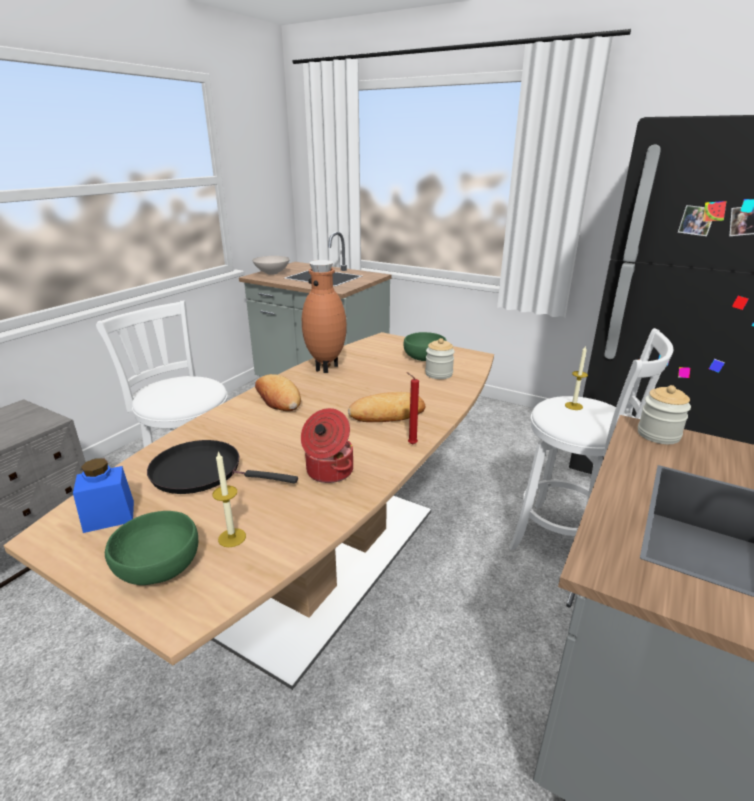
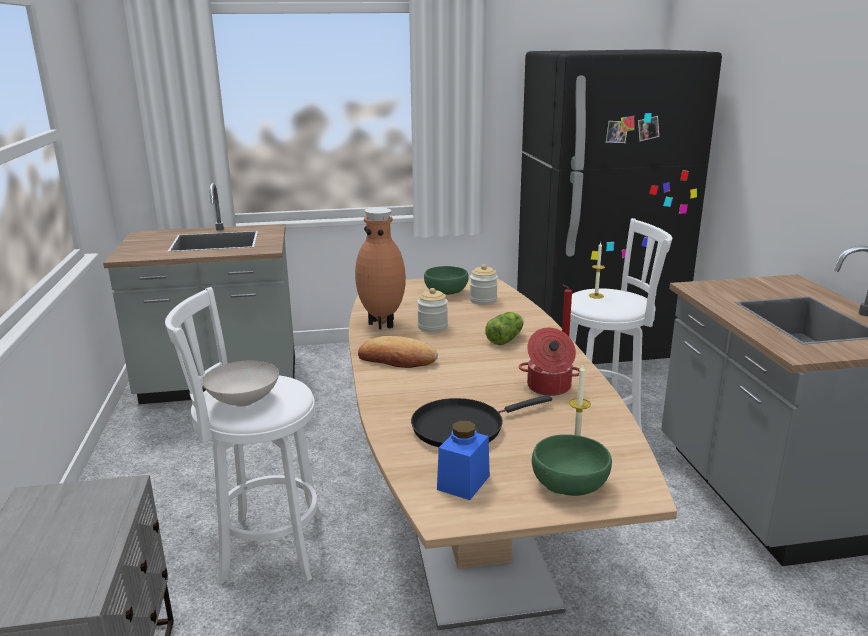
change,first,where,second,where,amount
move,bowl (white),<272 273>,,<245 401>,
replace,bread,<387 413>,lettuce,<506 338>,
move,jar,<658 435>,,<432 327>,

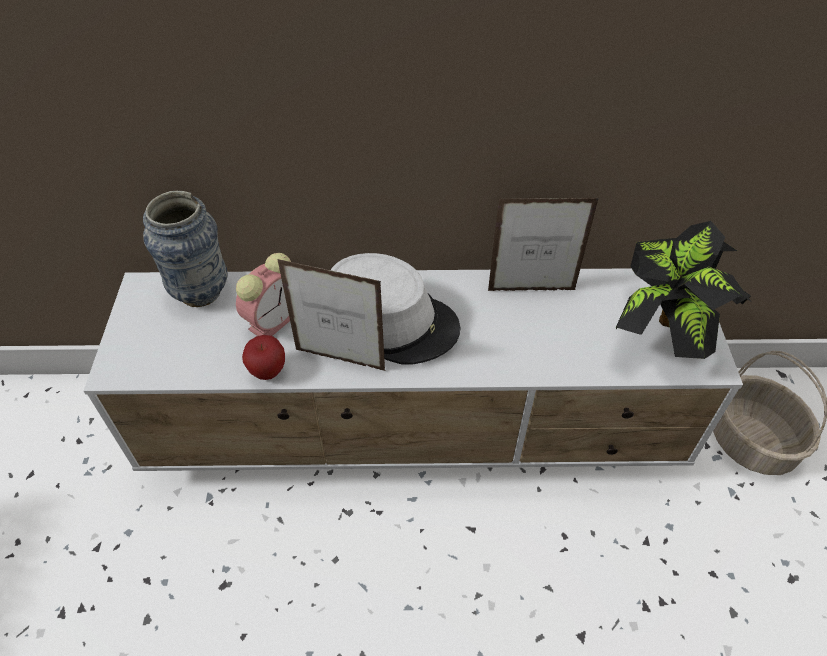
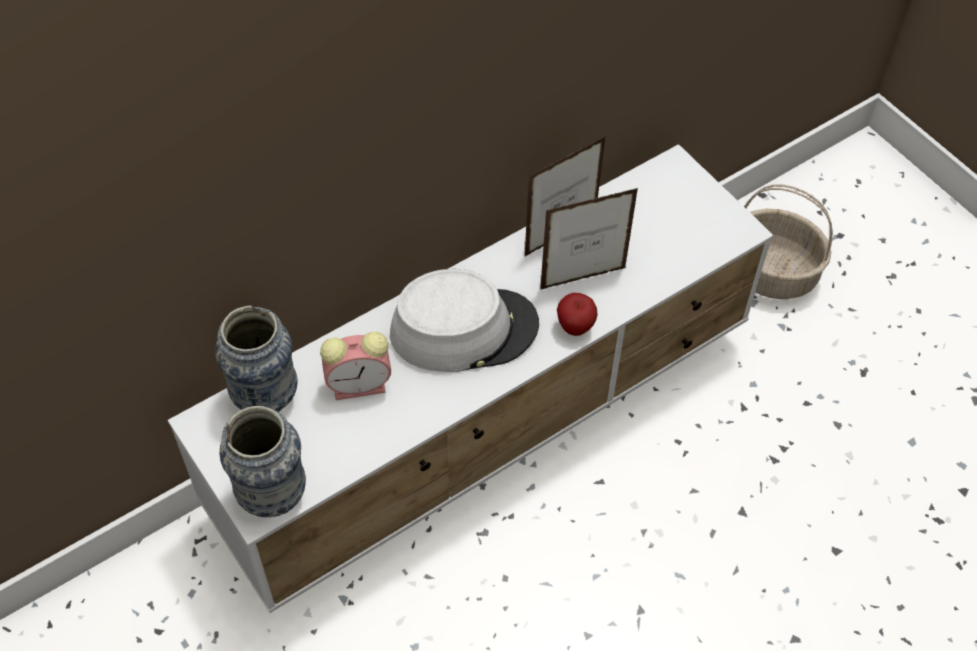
change,first,where,second,where,amount
rotate,alarm clock,<275 319>,,<361 384>,75 degrees clockwise
move,apple,<268 371>,,<575 327>,
move,picture frame,<340 360>,,<583 278>,
delete,potted plant,<660 332>,,,
insert,,,vase,<272 496>,

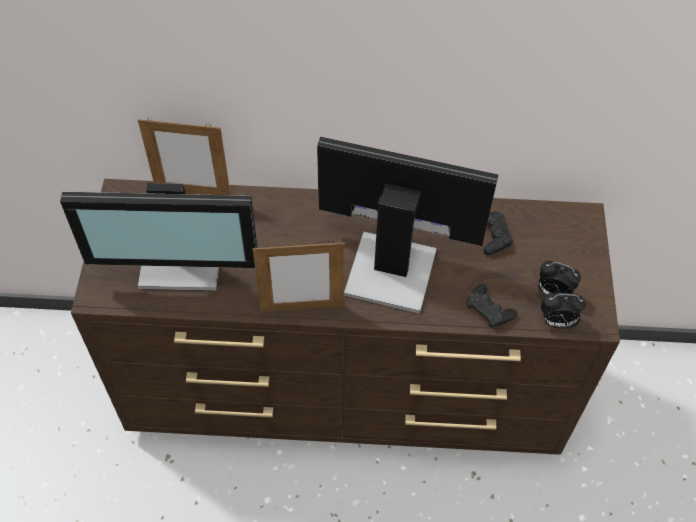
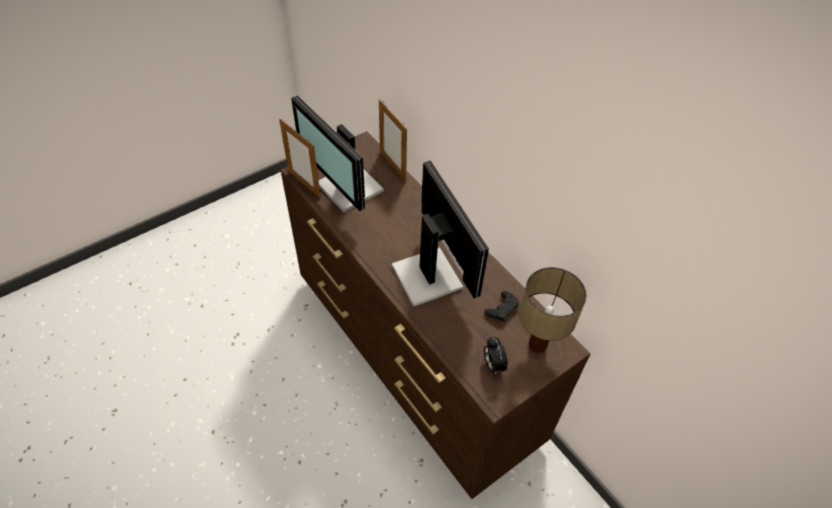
change,first,where,second,where,amount
move,picture frame,<302 308>,,<304 184>,
delete,game controller (black),<489 309>,,,
delete,alarm clock,<556 322>,,,
insert,,,table lamp,<536 345>,

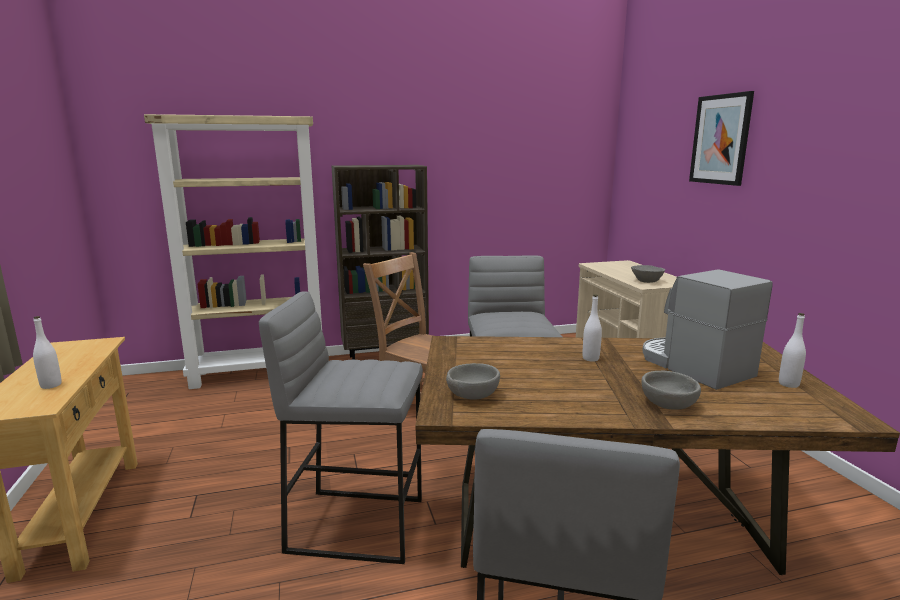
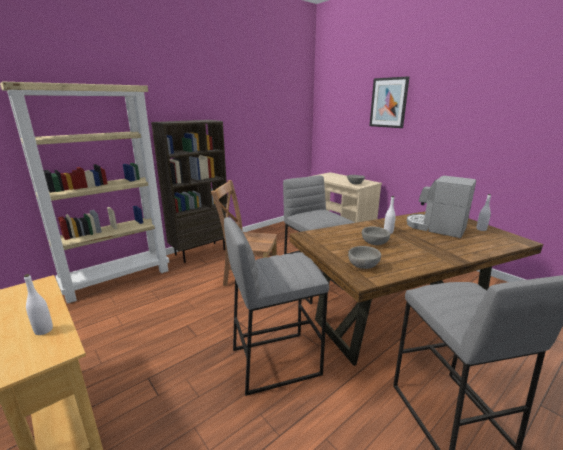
change,first,where,second,where,amount
move,bowl (grey),<667 404>,,<374 243>,

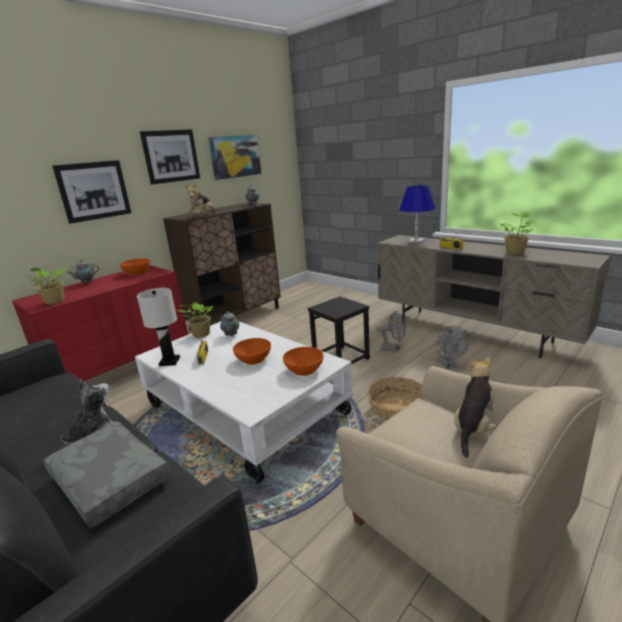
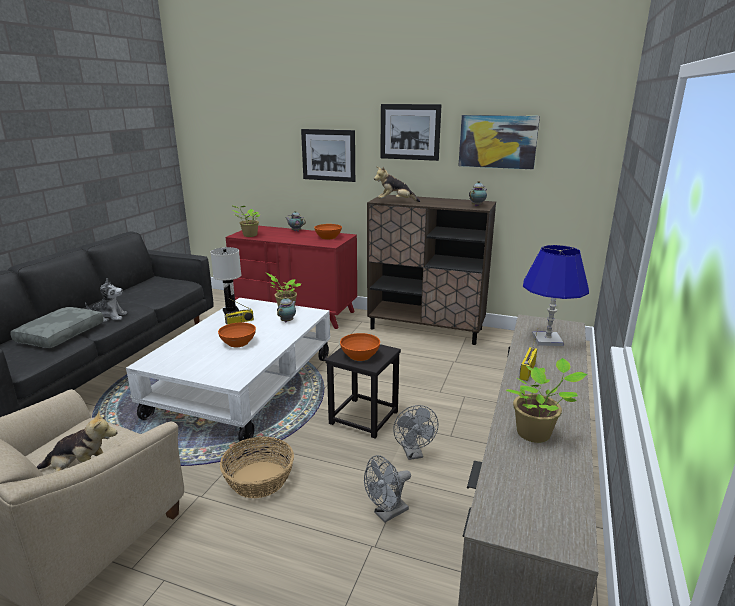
change,first,where,second,where,amount
move,bowl (orange),<303 370>,,<360 355>,

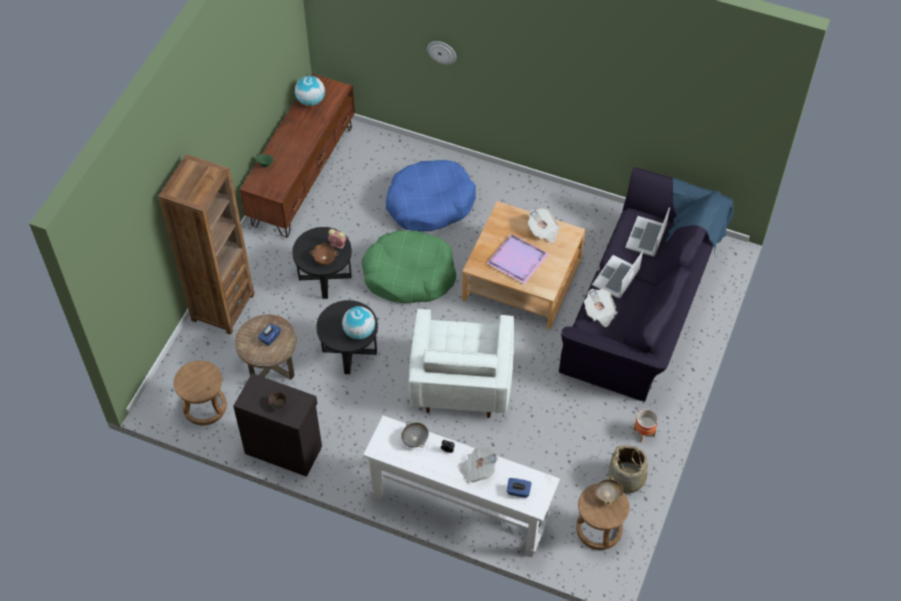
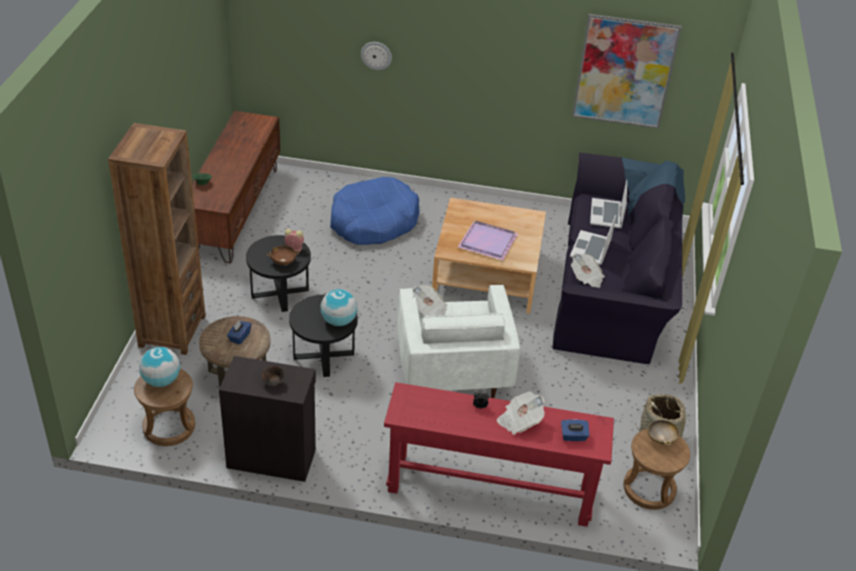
change,first,where,second,where,amount
move,globe,<311 101>,,<161 381>,
delete,dog bed (green),<409 274>,,,
recolor,console table (white),<460 507>,console table (red),<490 488>,
delete,bowl (grey),<415 439>,,,
move,newspaper,<543 231>,,<429 310>,
delete,planter,<644 433>,,,
insert,,,picture,<624 72>,

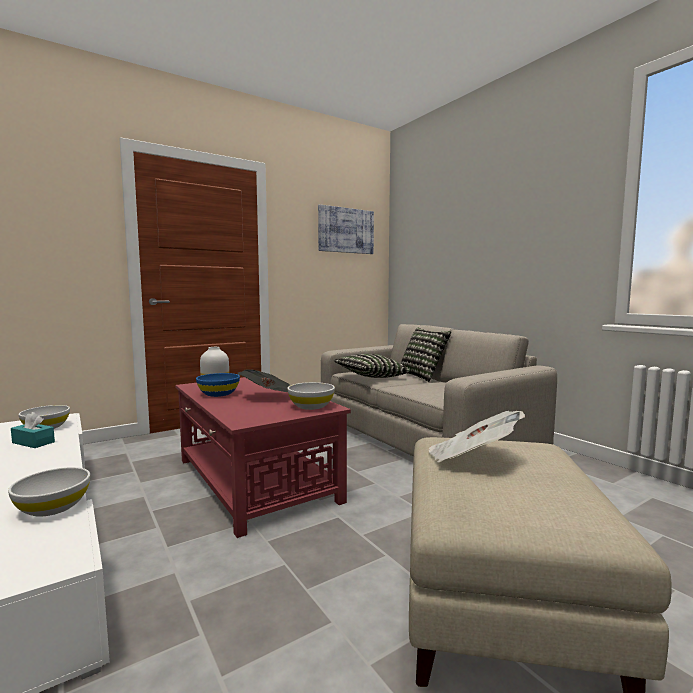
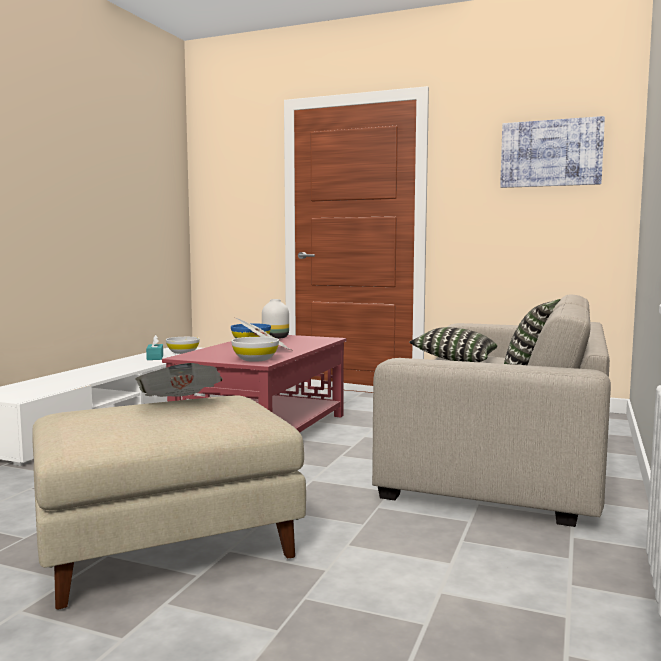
change,first,where,second,where,amount
delete,bowl (white),<53 507>,,,

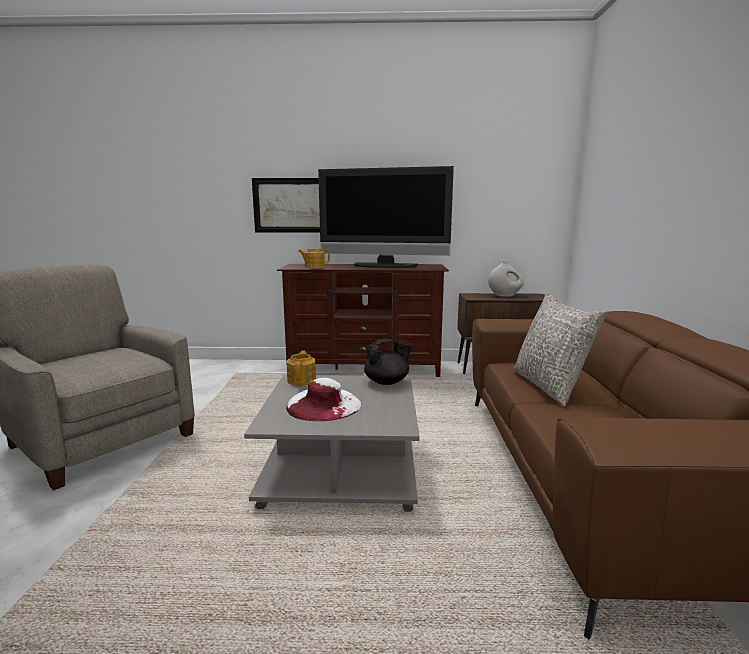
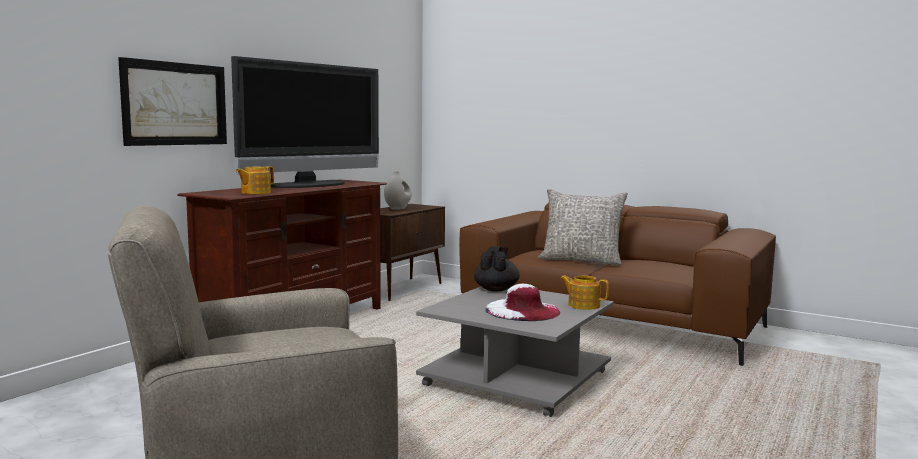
change,first,where,second,where,amount
move,teapot,<302 380>,,<583 305>,

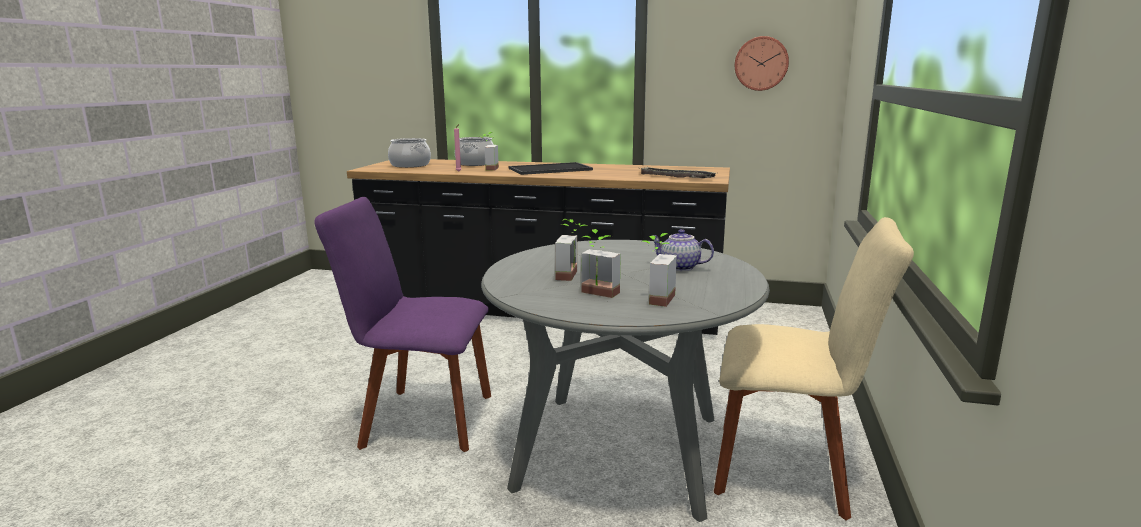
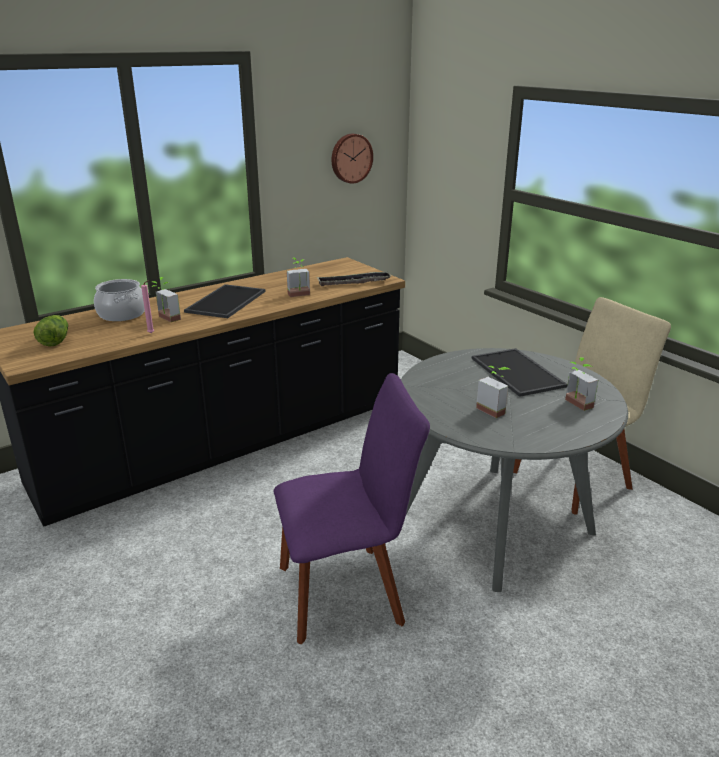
change,first,where,second,where,amount
rotate,chair (purple),<421 419>,,<347 592>,150 degrees counterclockwise
replace,cooking pot,<410 165>,lettuce,<55 340>,
move,potted plant,<597 294>,,<300 295>,
replace,teapot,<679 267>,tray,<519 372>,

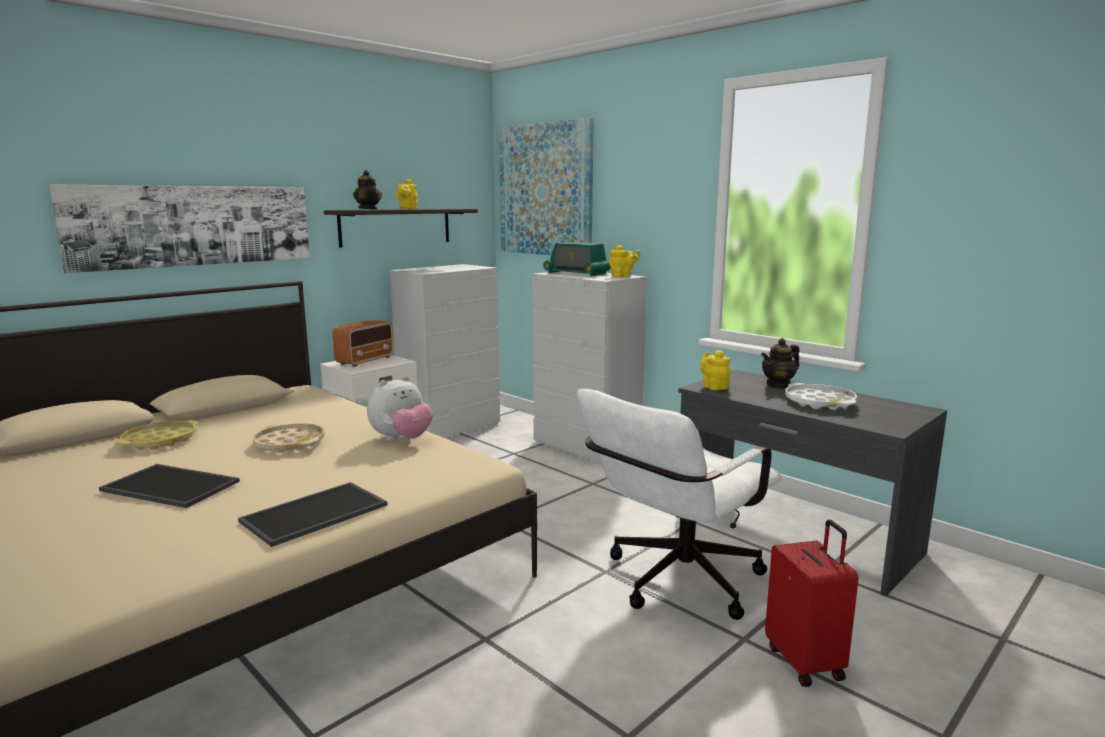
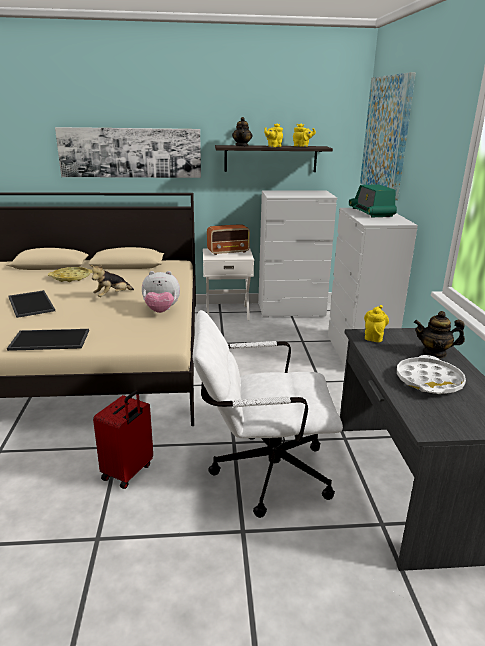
change,first,where,second,where,amount
replace,tray (beige),<290 443>,plush toy,<112 296>,
move,teapot (yellow),<622 276>,,<302 146>,
move,suitcase (red),<806 662>,,<128 472>,

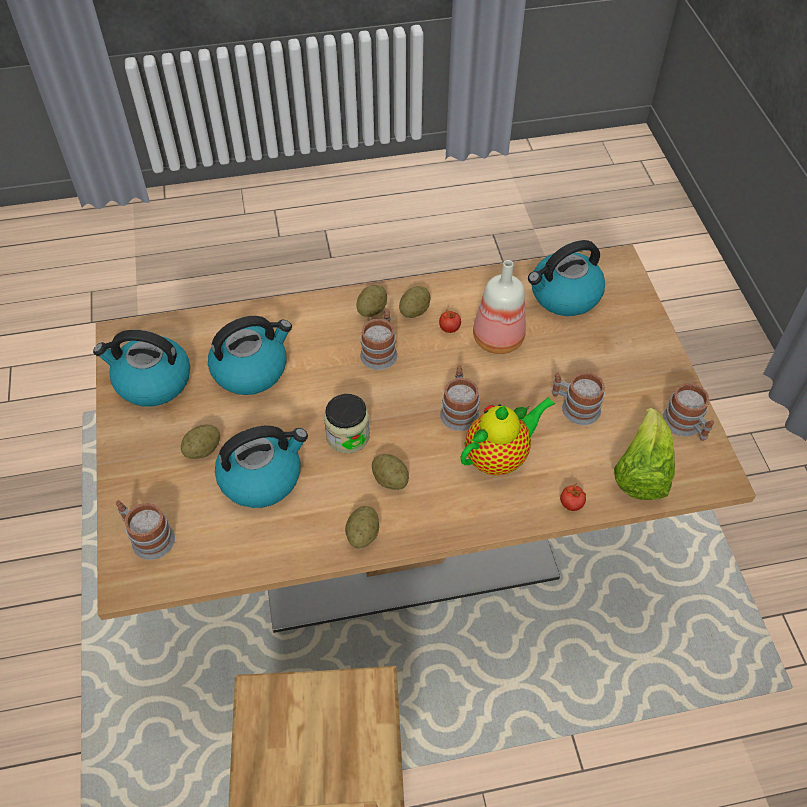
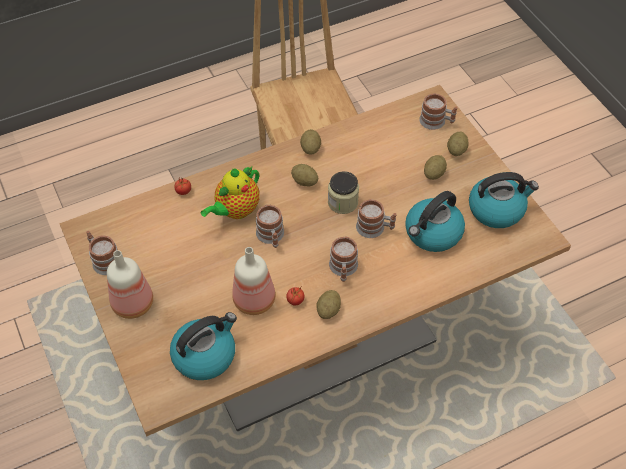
change,first,where,second,where,amount
delete,kettle,<262 477>,,,
move,potato,<372 310>,,<456 150>,
move,mug,<574 407>,,<375 228>,
delete,lettuce,<641 472>,,,
insert,,,bottle,<134 303>,

